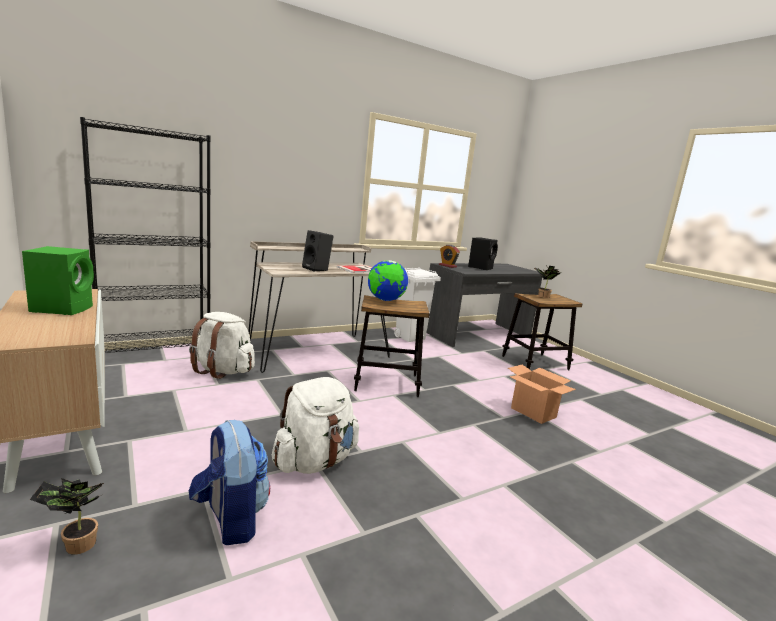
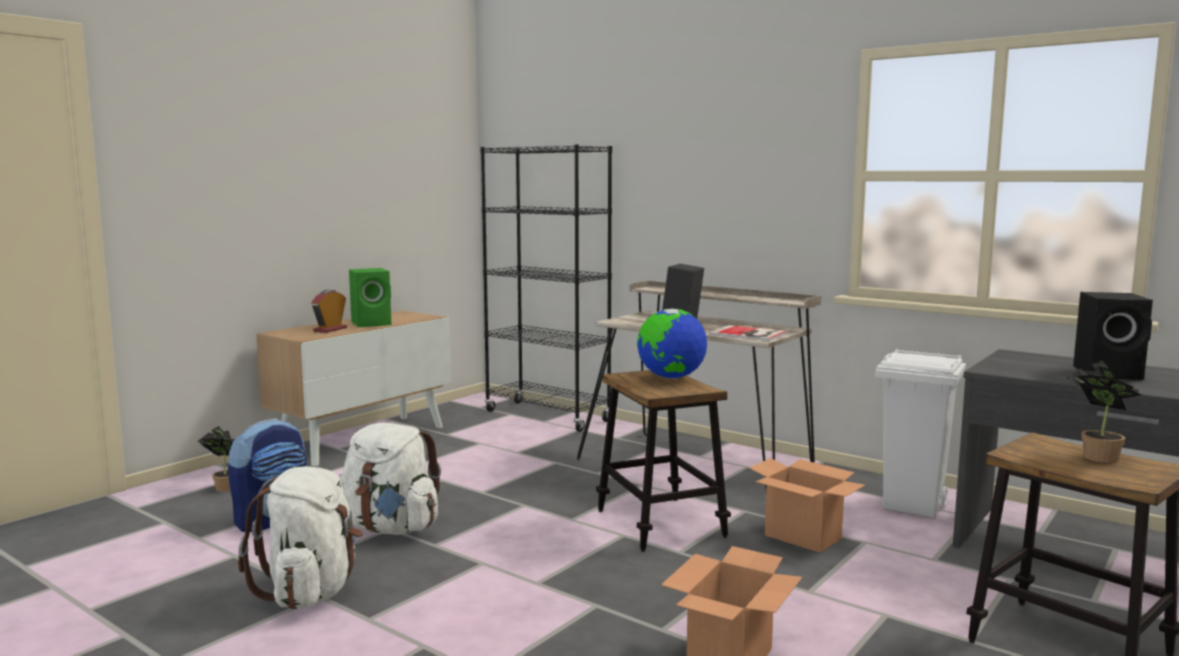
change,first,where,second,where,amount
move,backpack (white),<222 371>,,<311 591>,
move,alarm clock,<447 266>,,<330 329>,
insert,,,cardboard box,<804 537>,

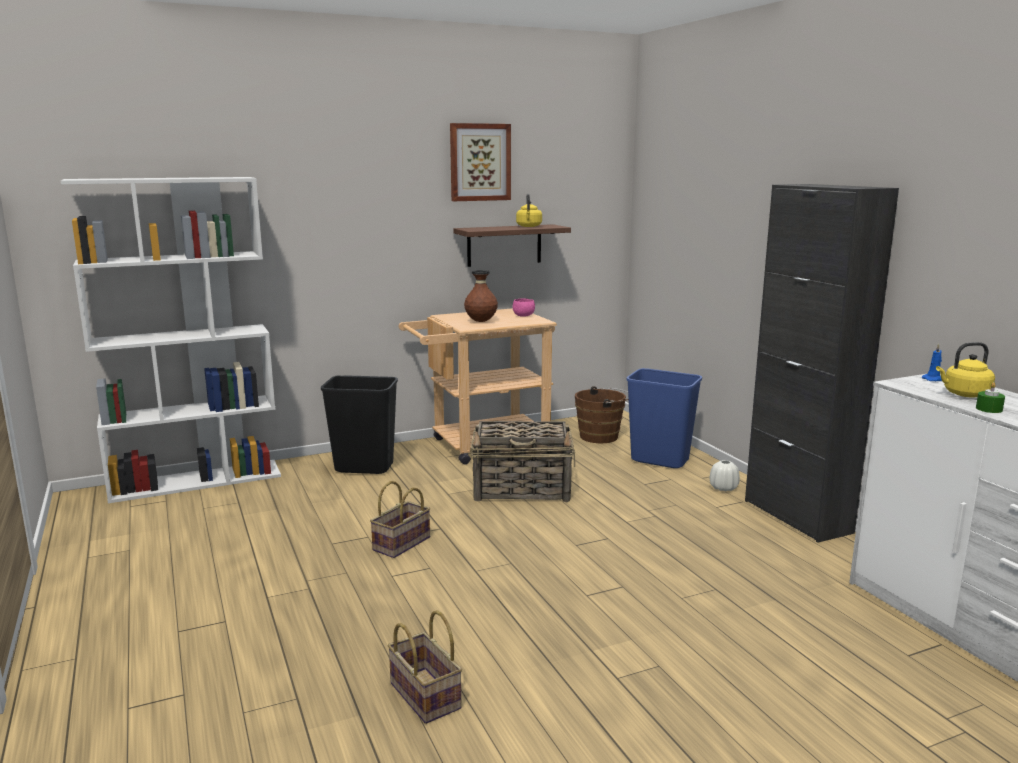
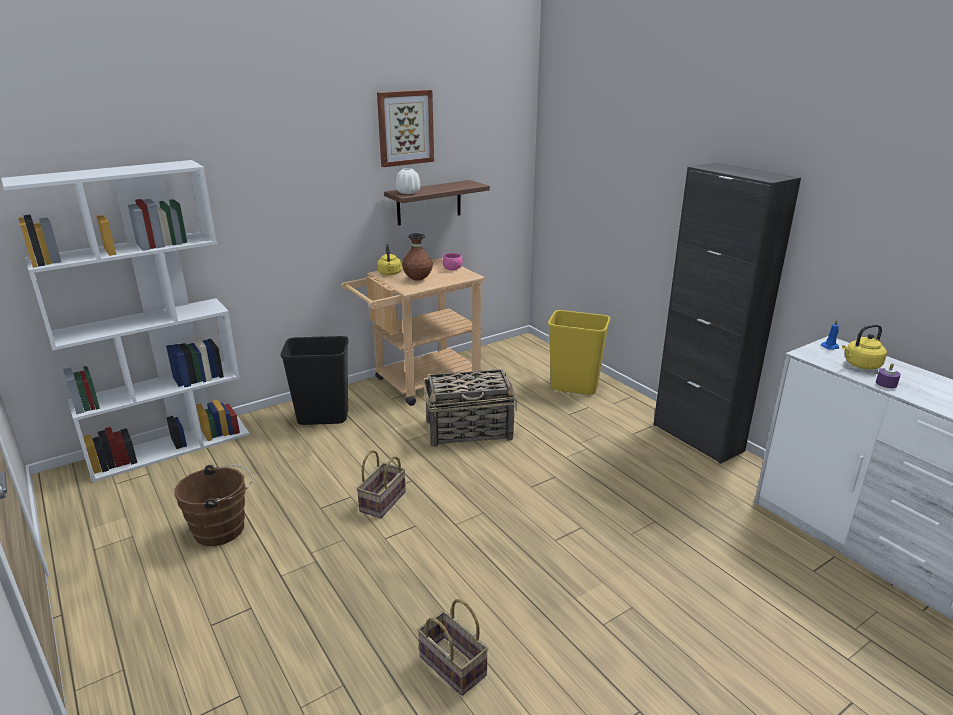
change,first,where,second,where,amount
move,kettle (yellow),<529 226>,,<390 274>,
move,bucket (brown),<602 436>,,<224 529>,
recolor,trash can (blue),<660 460>,trash can (yellow),<575 387>,
move,vase (white),<723 488>,,<408 193>,
recolor,candle (green),<989 409>,candle (purple),<886 383>,

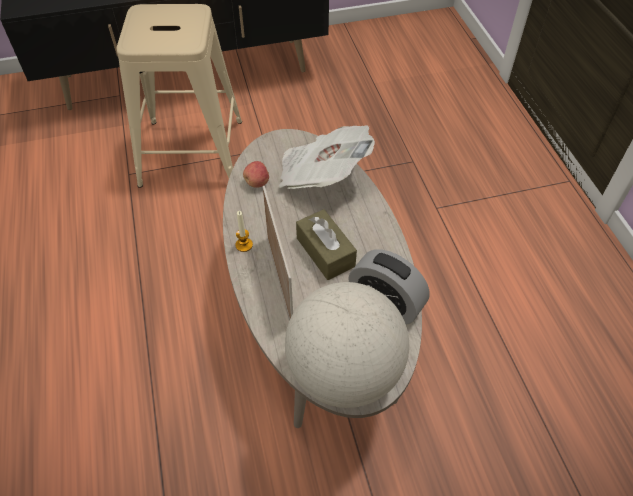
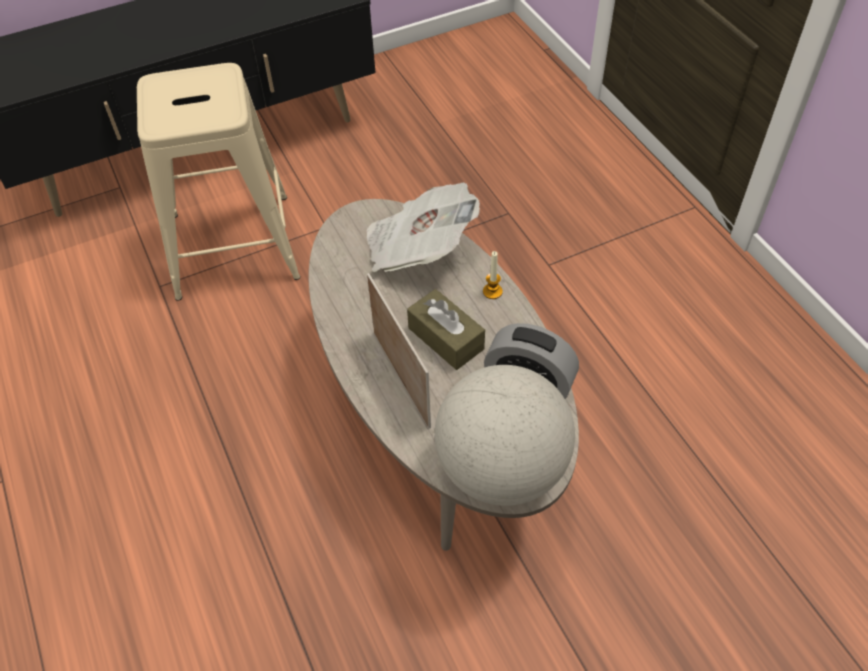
change,first,where,second,where,amount
move,candle,<244 245>,,<492 291>,
delete,apple,<257 182>,,,

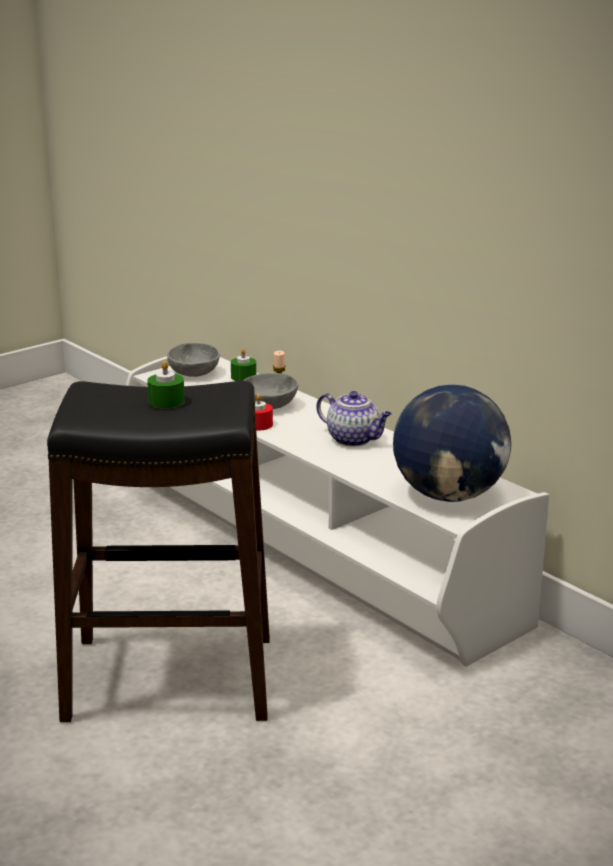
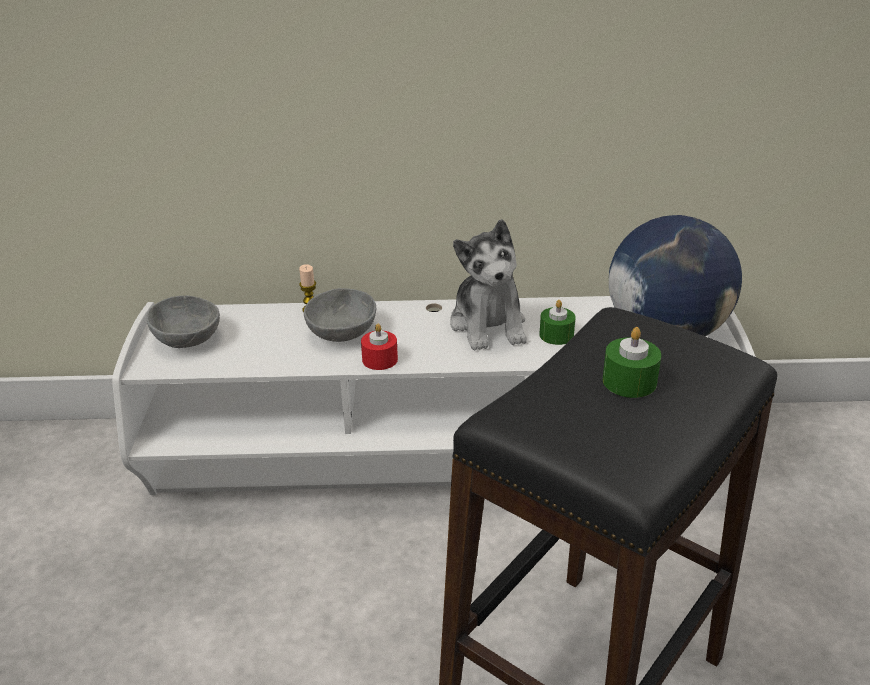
change,first,where,second,where,amount
move,candle (green),<243 377>,,<556 335>,
replace,teapot,<354 439>,plush toy,<488 325>,

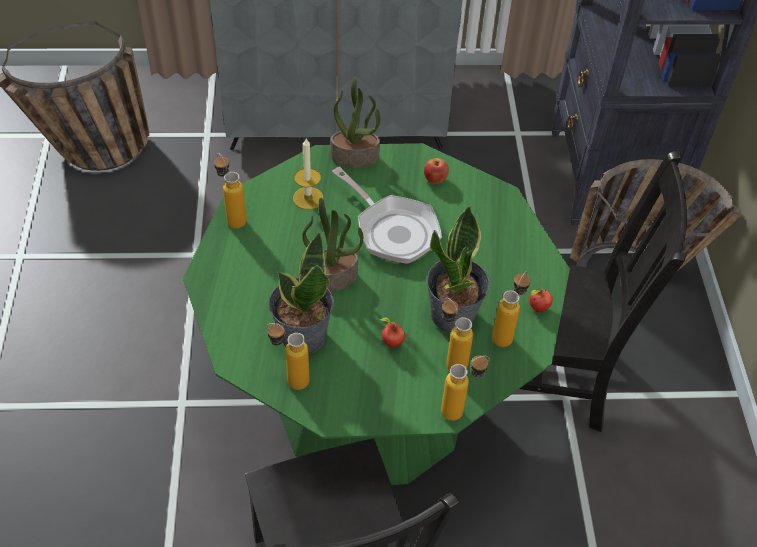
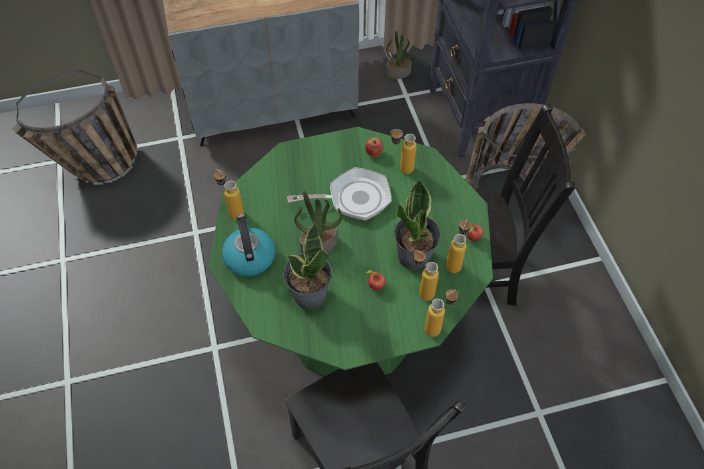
change,first,where,second,where,amount
move,bottle,<289 379>,,<400 168>,
delete,candle,<308 198>,,,
move,potted plant,<355 156>,,<398 72>,
rotate,frying pan,<393 230>,,<354 199>,45 degrees counterclockwise
insert,,,kettle,<249 257>,

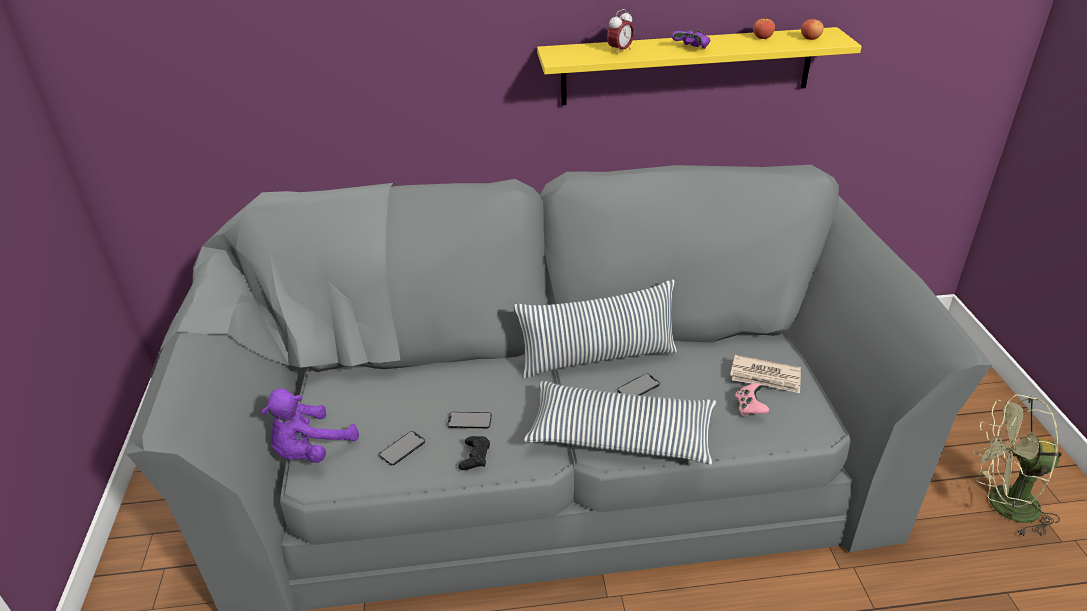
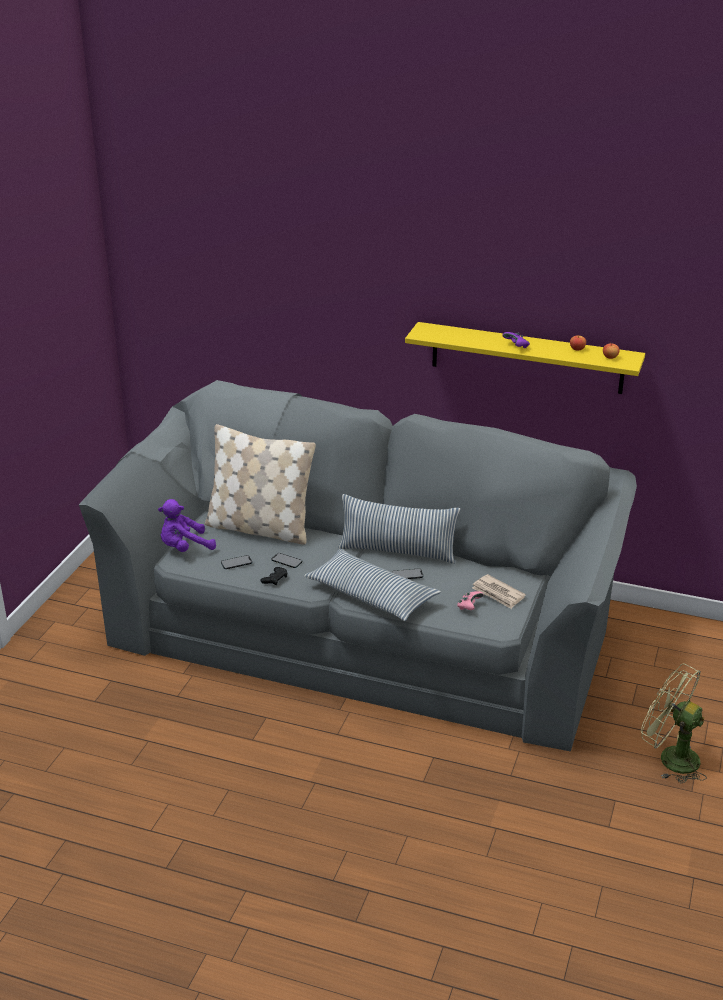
change,first,where,second,where,amount
delete,alarm clock,<620 51>,,,
insert,,,pillow (beige),<260 528>,

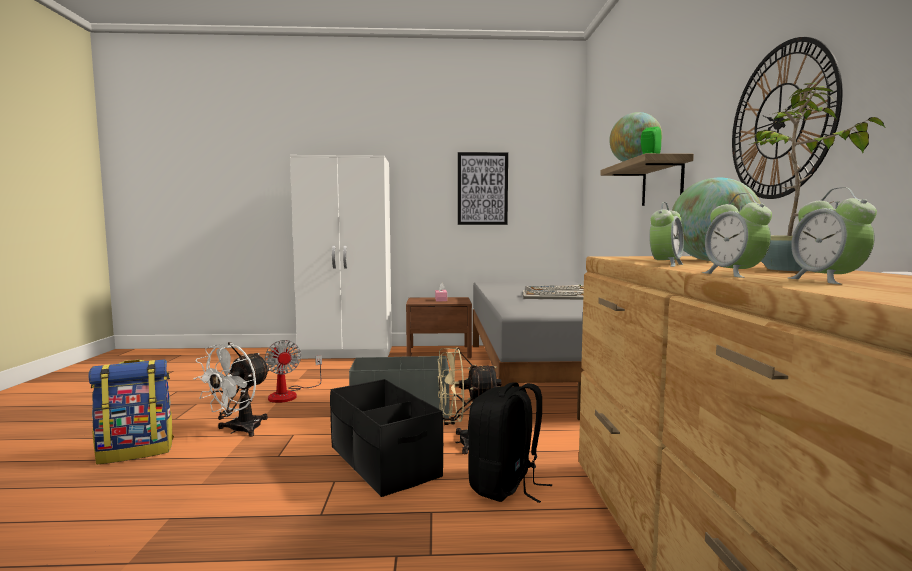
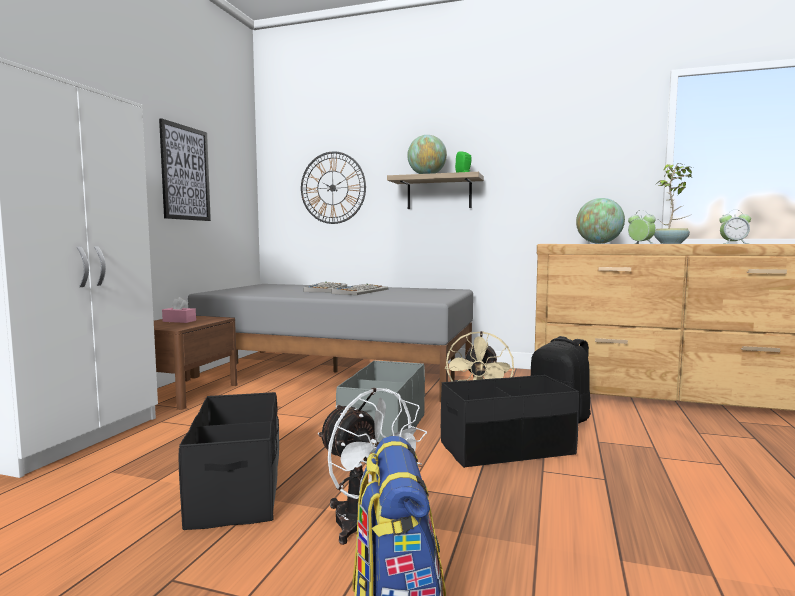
change,first,where,second,where,amount
replace,fan,<289 394>,storage box (black),<238 488>,
delete,alarm clock,<734 274>,,,
move,wall clock,<779 121>,,<332 188>,

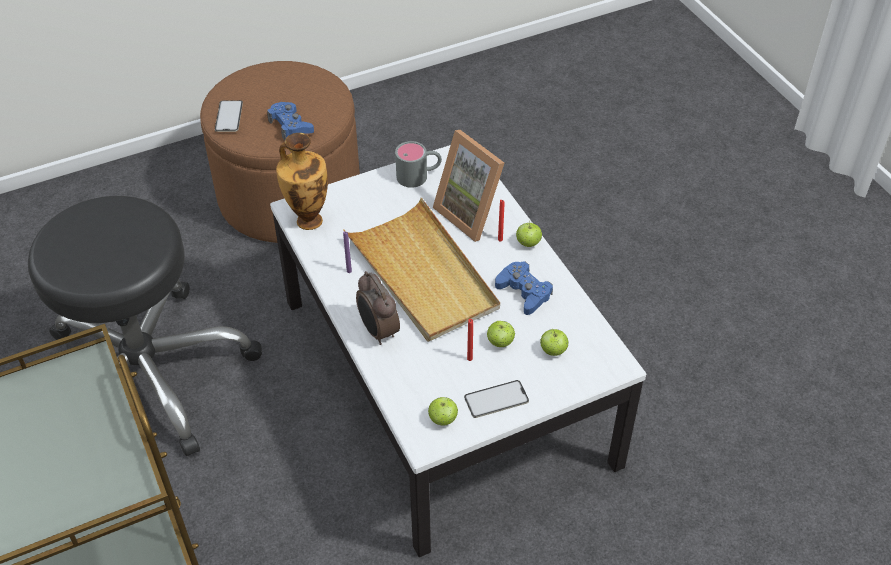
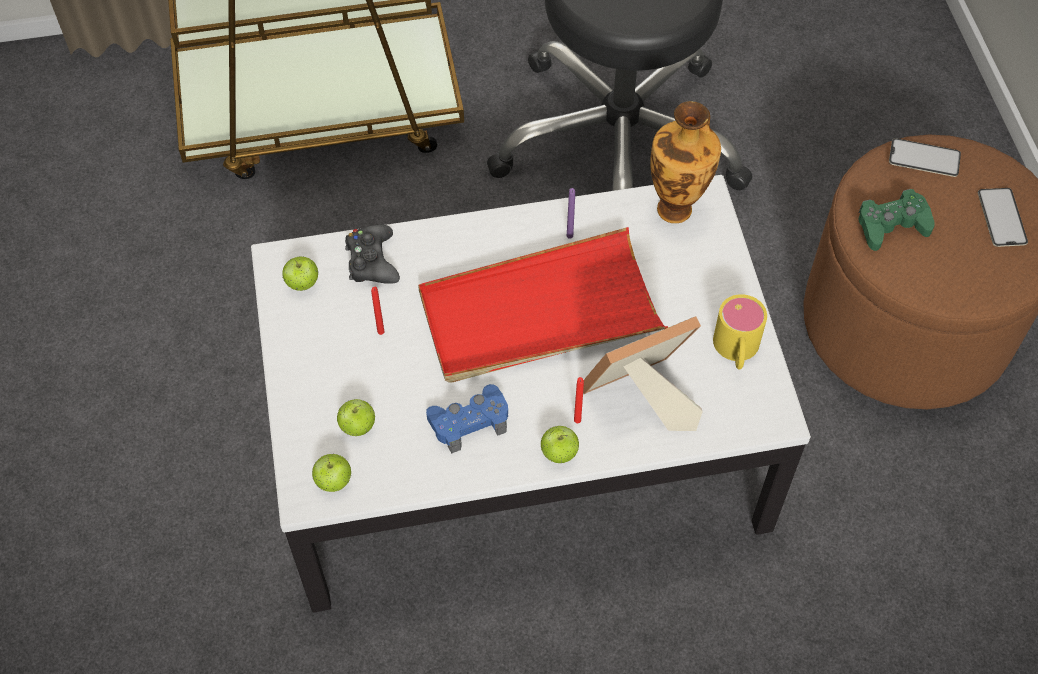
change,first,where,second,where,amount
recolor,game controller (blue),<290 125>,game controller (green),<891 225>,
recolor,tray (beige),<422 274>,tray (red),<539 313>,
delete,alarm clock,<378 331>,,,
recolor,mug (grey),<419 175>,mug (yellow),<736 351>,
move,phone,<496 399>,,<1002 217>,
move,apple,<500 342>,,<333 481>,
insert,,,game controller (black),<372 261>,

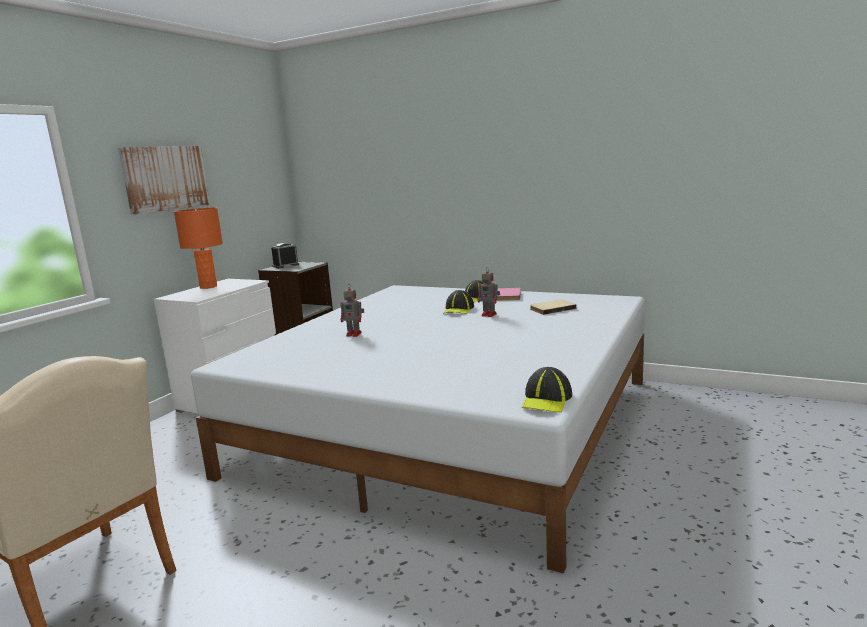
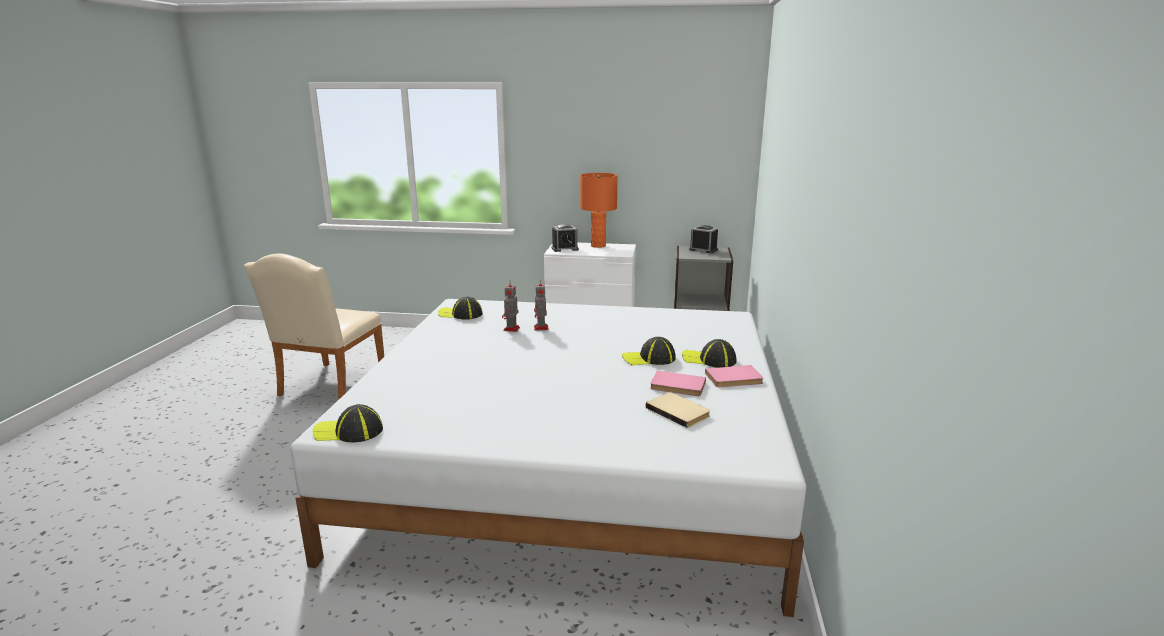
change,first,where,second,where,amount
delete,picture,<165 178>,,,
move,toy robot,<489 315>,,<511 329>,
insert,,,cap,<460 314>,
insert,,,alarm clock,<565 249>,
insert,,,book (pink),<677 386>,

